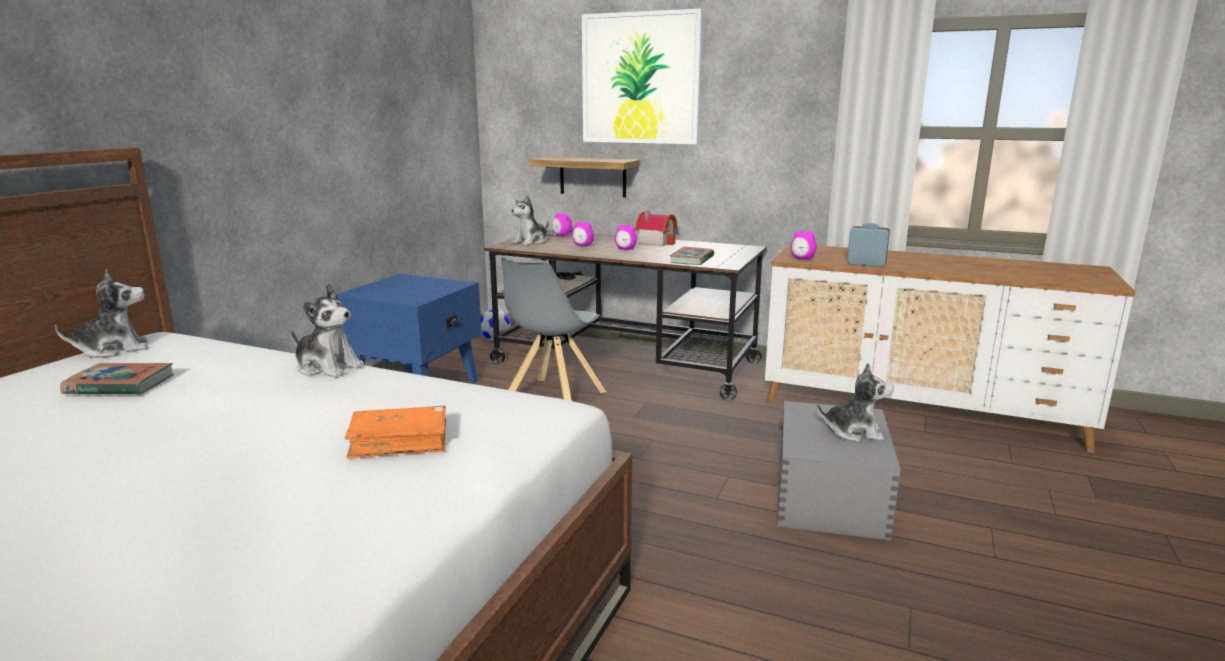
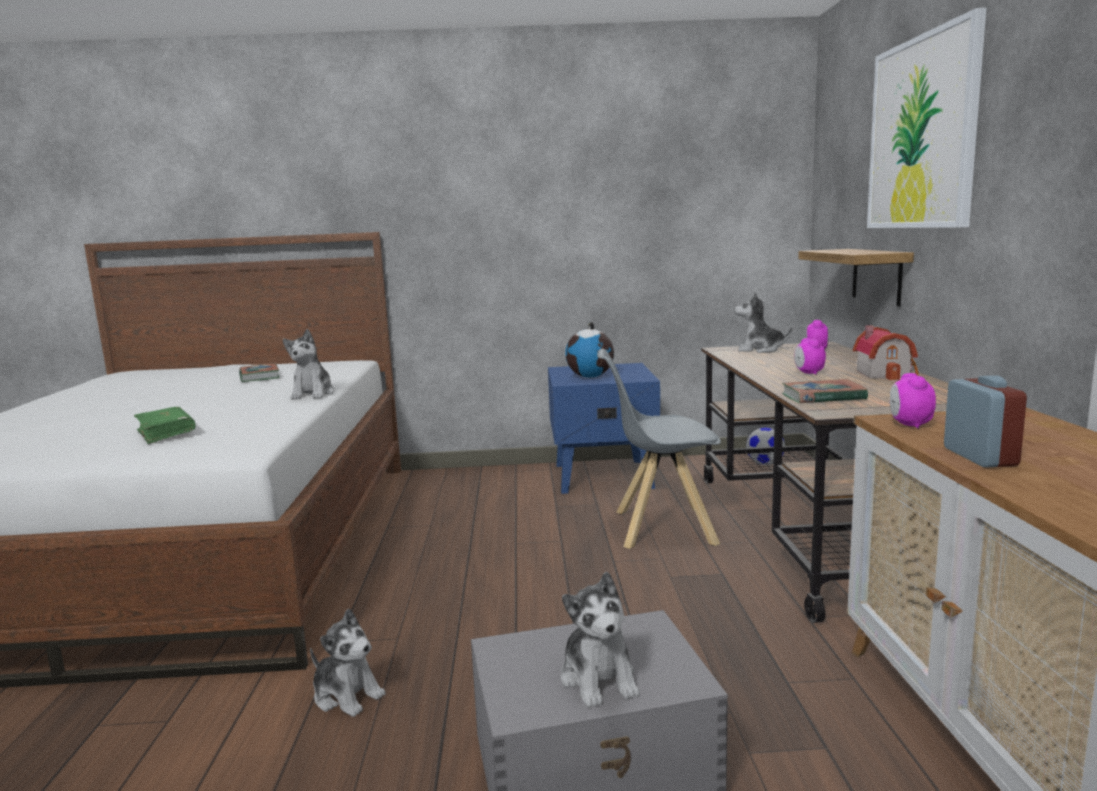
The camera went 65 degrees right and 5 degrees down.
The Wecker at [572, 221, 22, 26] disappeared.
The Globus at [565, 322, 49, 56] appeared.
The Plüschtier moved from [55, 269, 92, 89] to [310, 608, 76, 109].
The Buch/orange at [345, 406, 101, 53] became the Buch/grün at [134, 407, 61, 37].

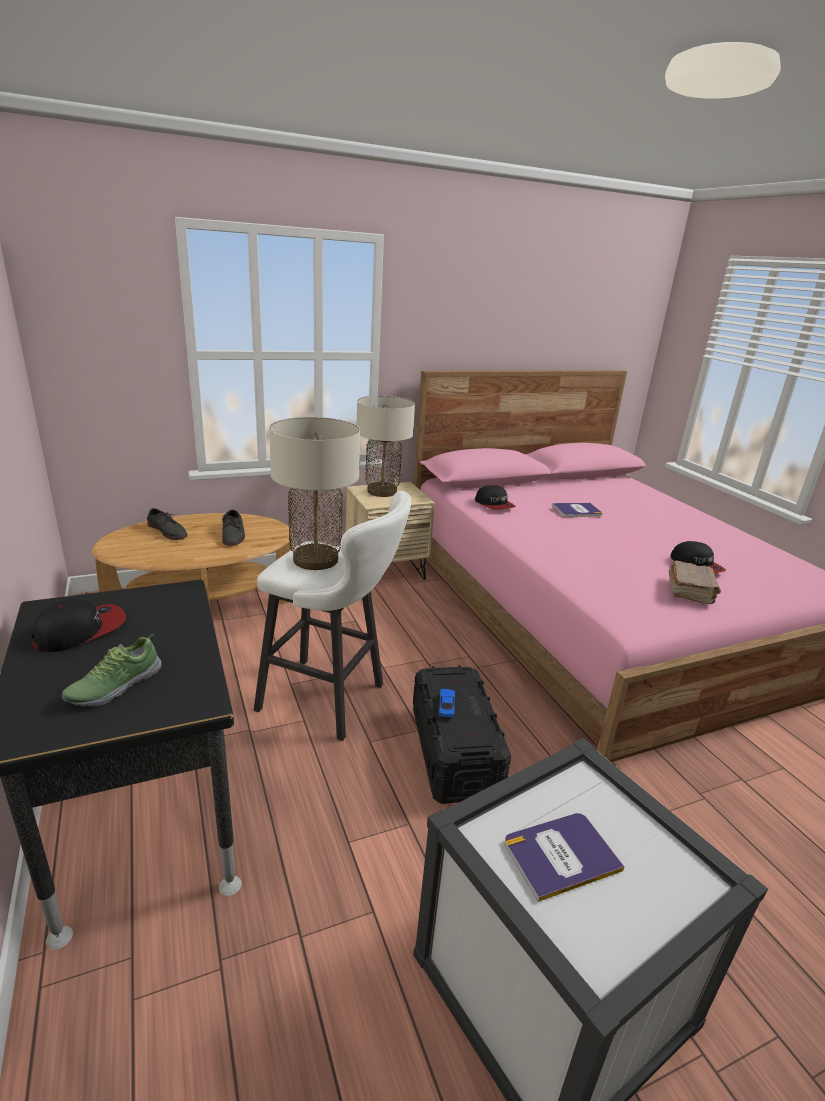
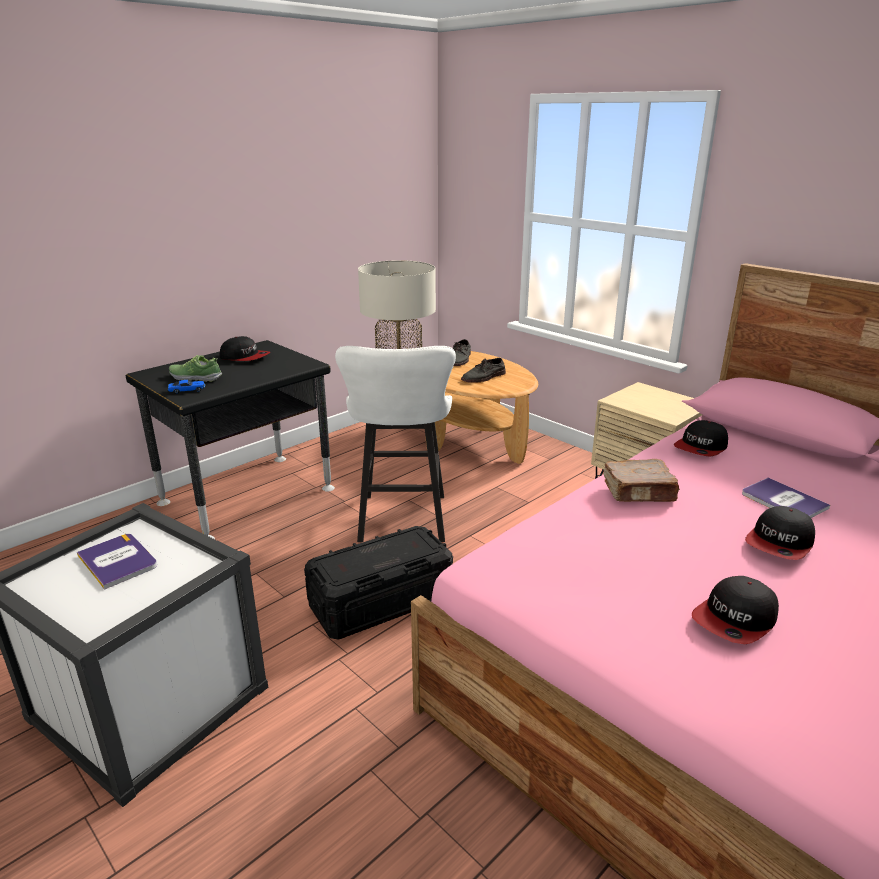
The camera went 70 degrees right and 0 degrees up.
The Tischlampe at [357, 396, 58, 101] disappeared.
The Kappe at [745, 506, 70, 54] appeared.
The Spielzeugauto moved from [439, 689, 16, 29] to [168, 380, 37, 14].
The Buch/braun moved from [669, 561, 52, 43] to [603, 459, 77, 43].

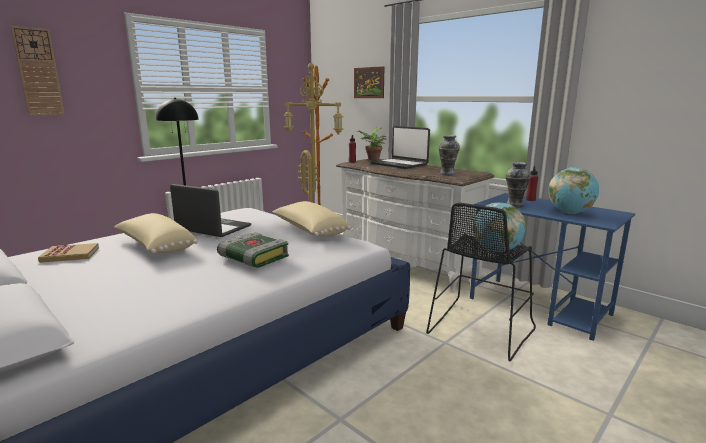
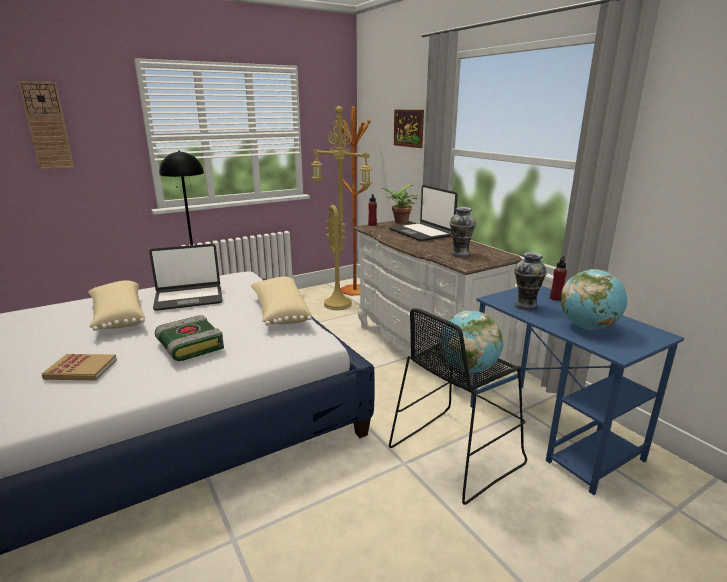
The camera went 15 degrees right and 5 degrees up.
The Buch moved from [38, 243, 61, 20] to [42, 354, 75, 26].
The Laptop at [170, 184, 81, 53] turned 120 degrees clockwise.

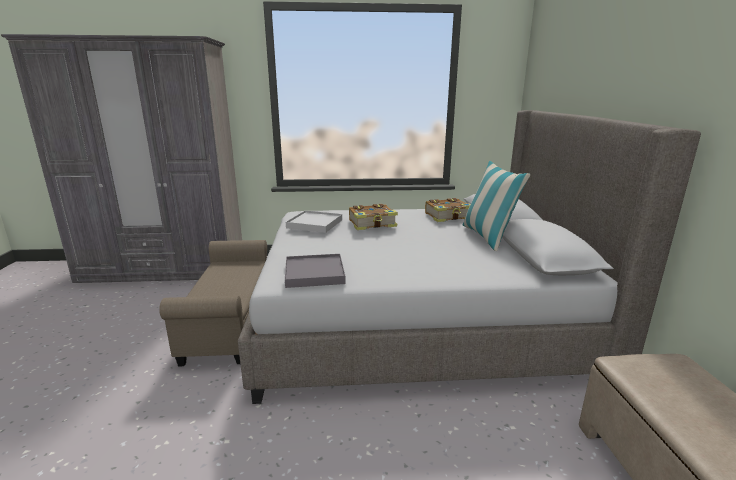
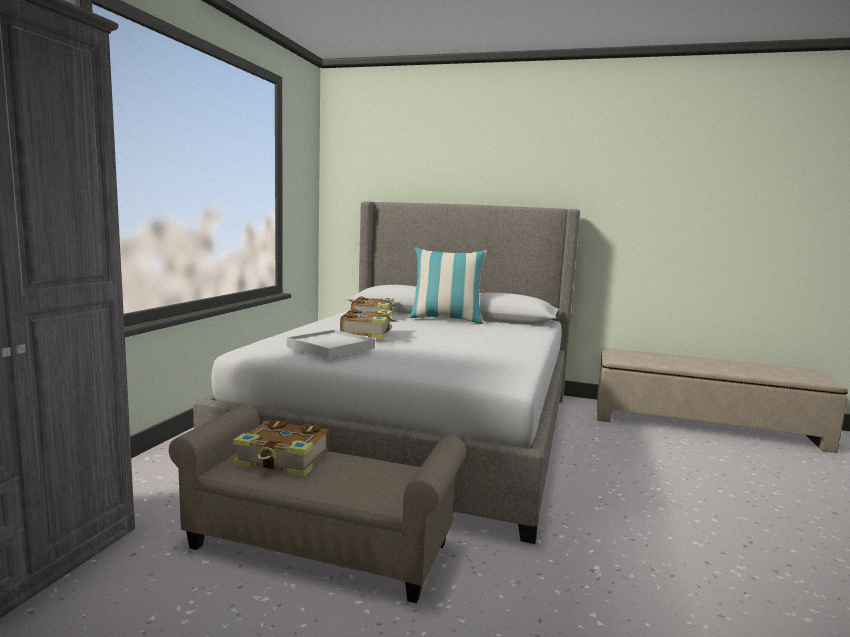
The camera went 70 degrees left and 10 degrees down.
The Tablett/grau at [285, 254, 61, 34] disappeared.
The Buch at [233, 420, 95, 56] appeared.

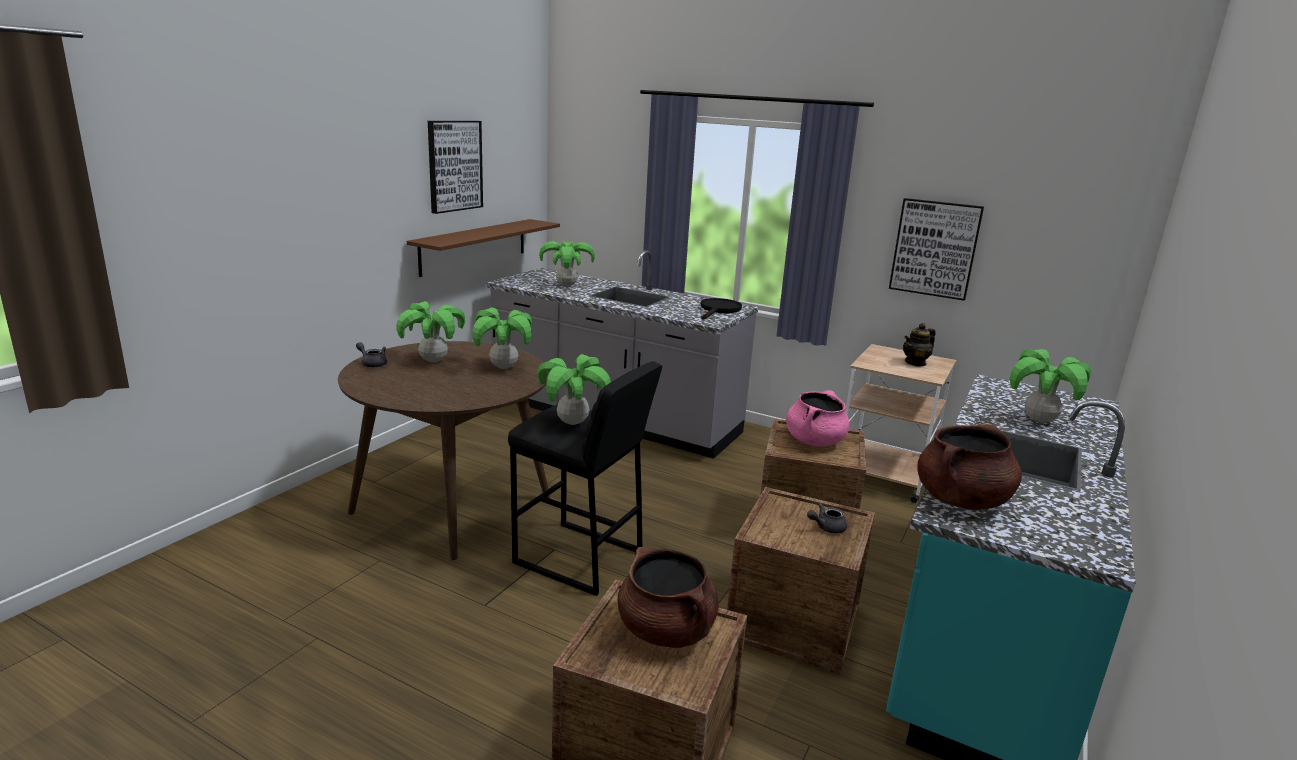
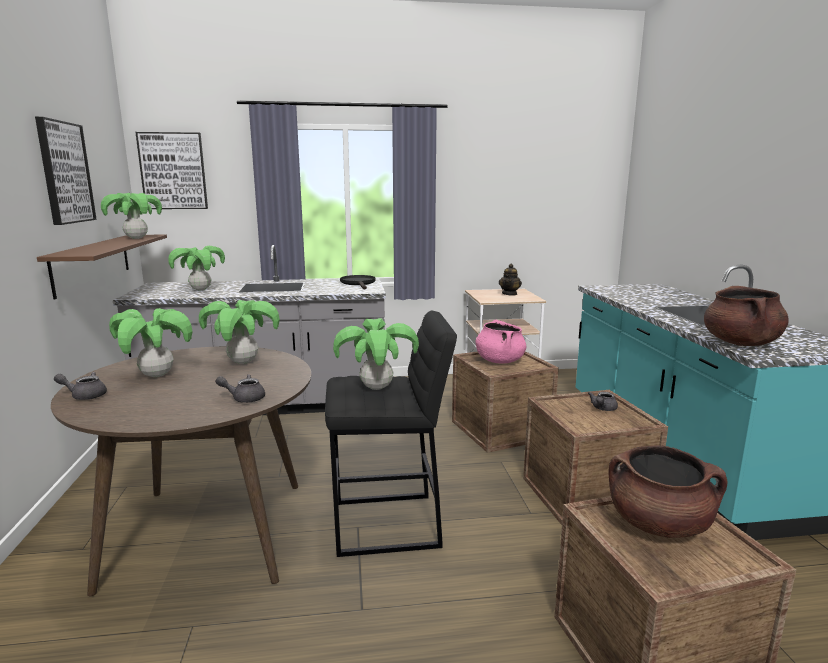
The camera went 35 degrees left and 5 degrees down.
The Teekanne/grau at [215, 374, 50, 29] appeared.
The Bild moved from [889, 198, 95, 103] to [135, 132, 73, 77].
The Topfpflanze moved from [1010, 349, 81, 74] to [101, 193, 61, 46].

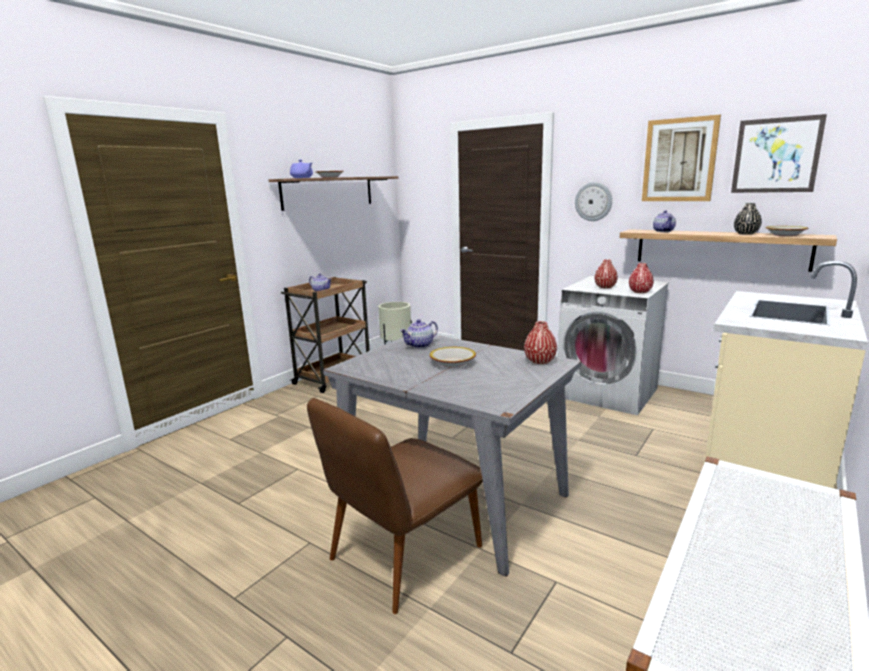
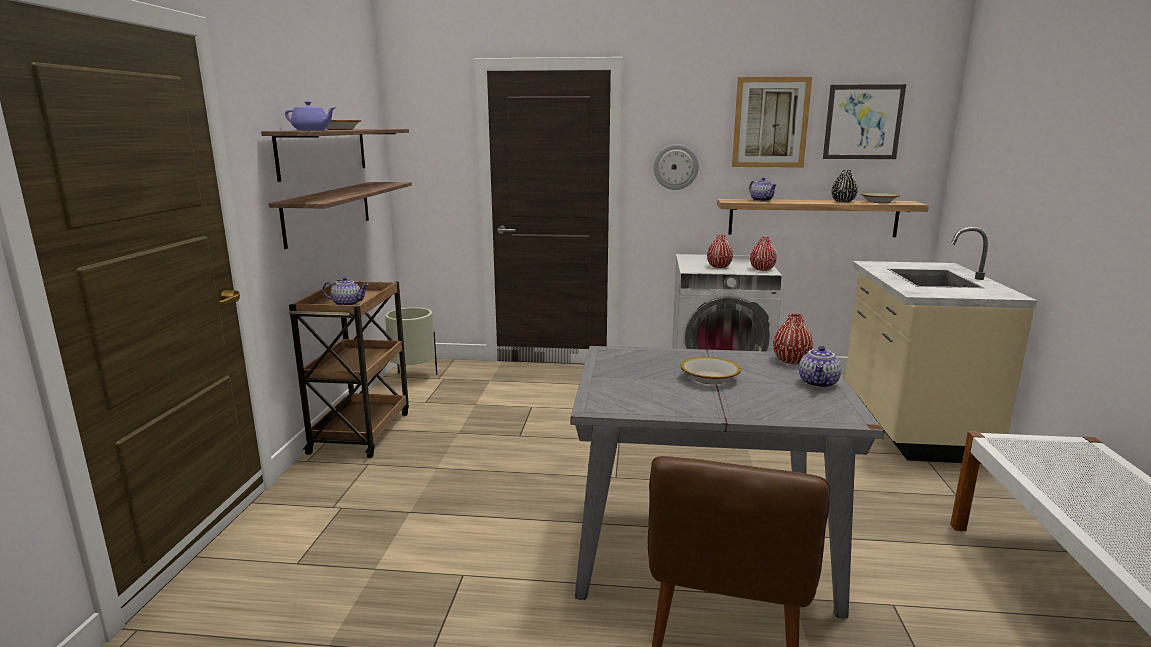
The camera went 30 degrees left and 0 degrees up.
The Wandregal at [269, 182, 143, 67] appeared.
The Teekanne moved from [400, 319, 38, 29] to [799, 346, 42, 42].

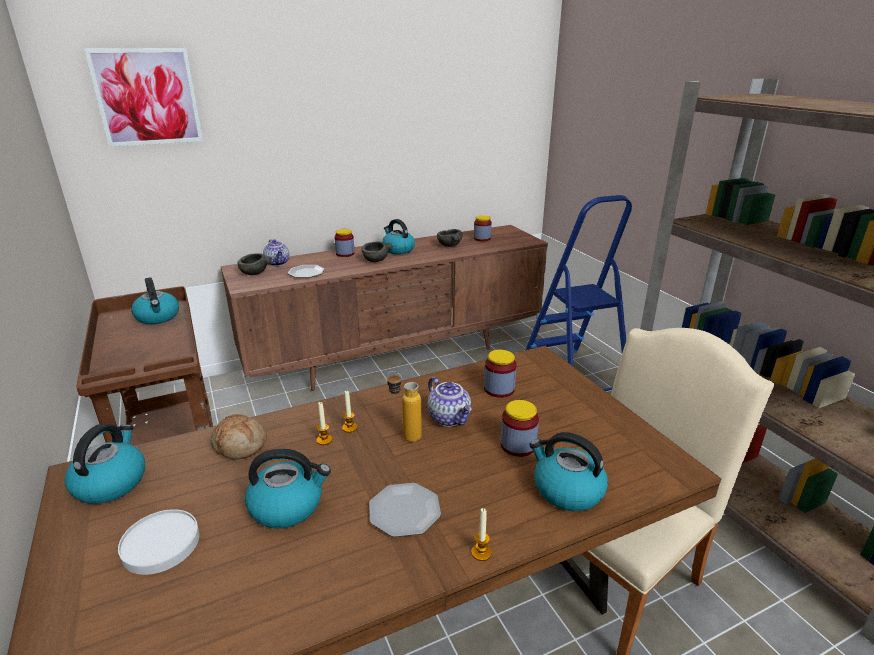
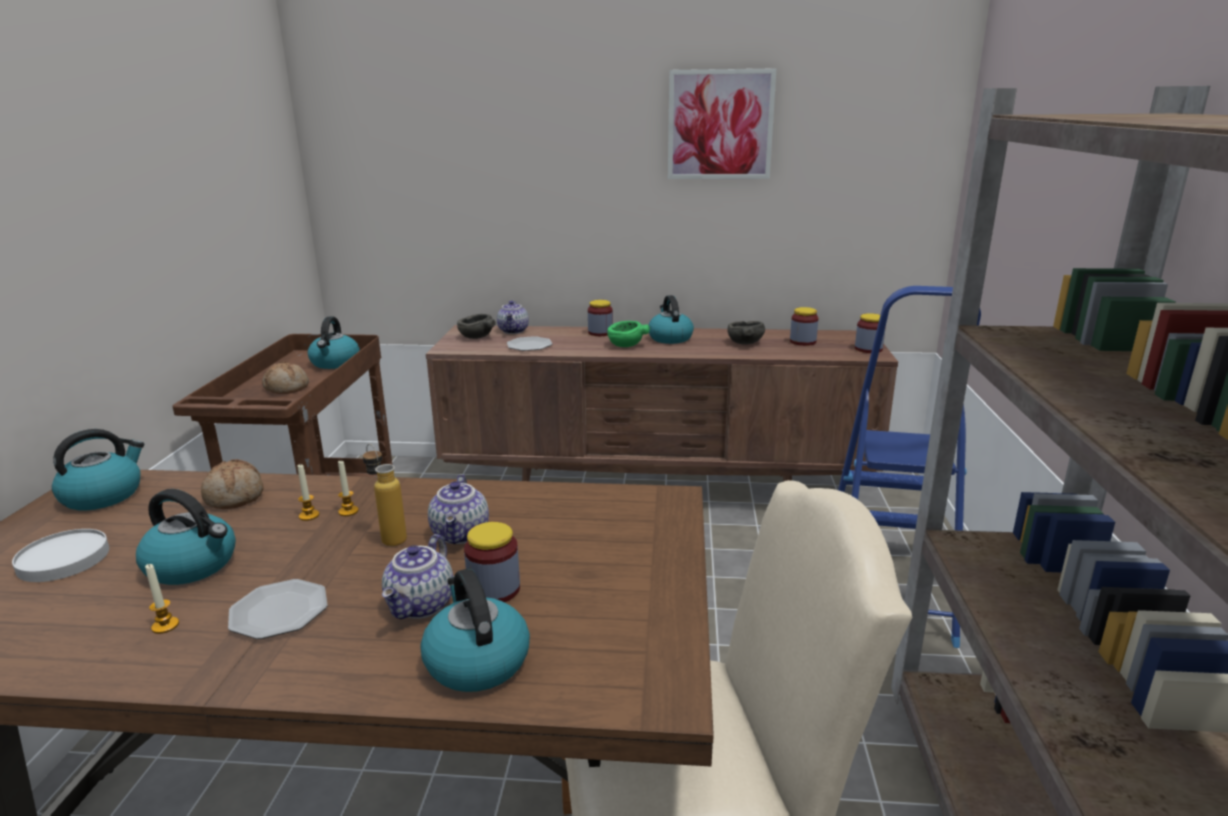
The camera went 30 degrees right and 5 degrees down.
The Brot at [262, 361, 47, 33] appeared.
The Teekanne at [382, 534, 71, 85] appeared.
The Bild moved from [84, 48, 119, 99] to [668, 68, 108, 111].
The Kerze moved from [471, 508, 20, 53] to [145, 563, 34, 71].
The Vorratsglas moved from [484, 349, 33, 49] to [855, 313, 31, 40].
The Schüssel/grau at [361, 242, 32, 20] became the Schüssel/grün at [607, 321, 43, 26].

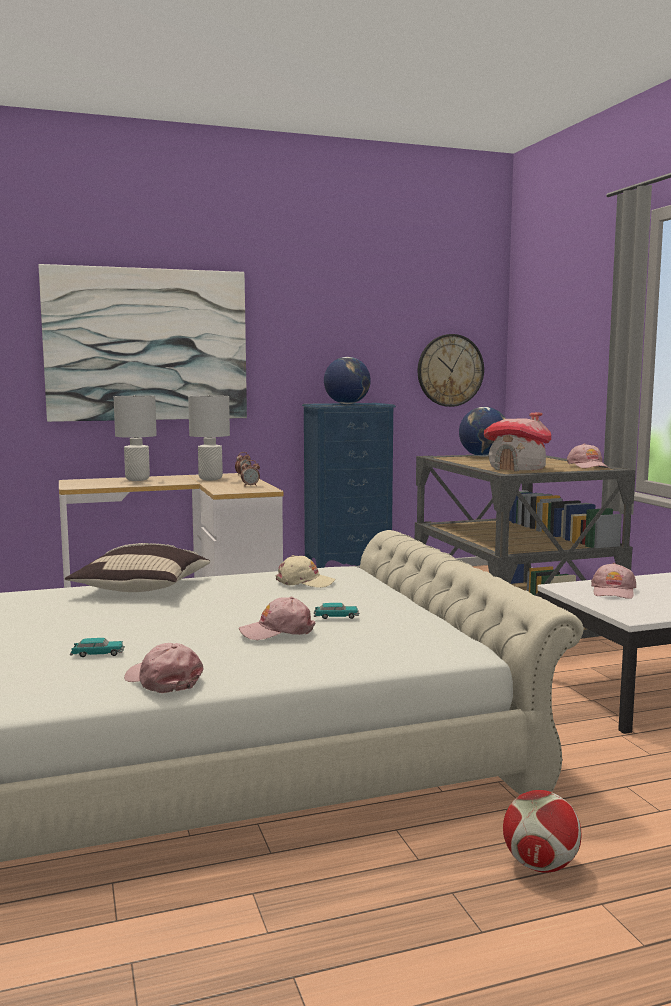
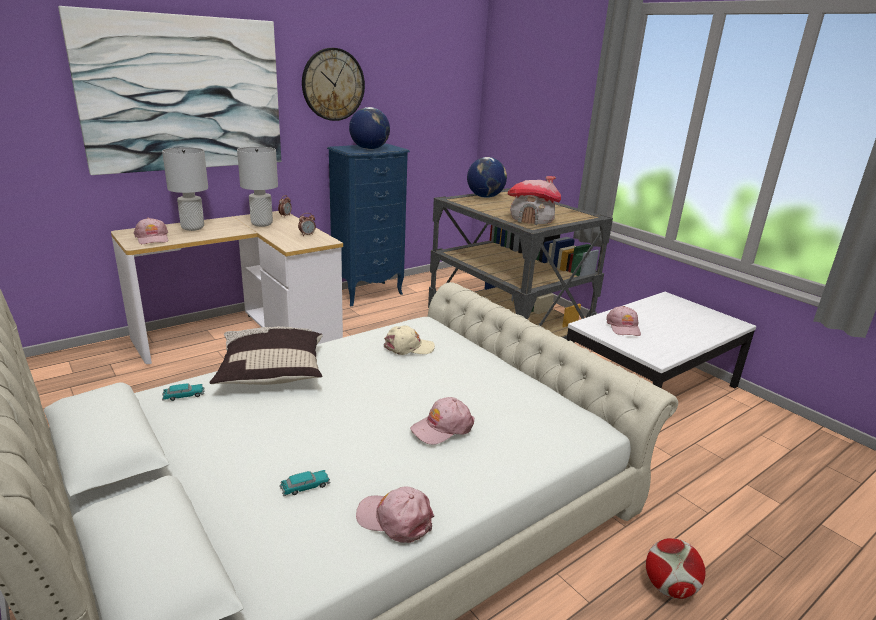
The camera went 20 degrees left and 15 degrees up.
The Spielzeugauto moved from [313, 603, 46, 16] to [162, 383, 43, 18].
The Wanduhr moved from [418, 334, 66, 73] to [302, 48, 63, 73].
The Kappe/rosa moved from [567, 443, 42, 25] to [134, 218, 34, 26].

